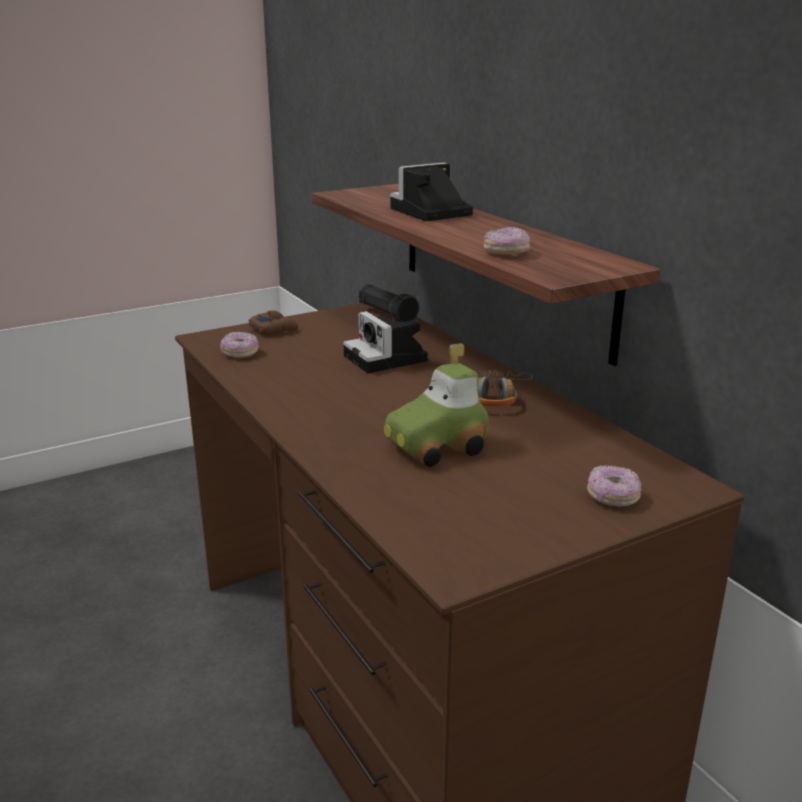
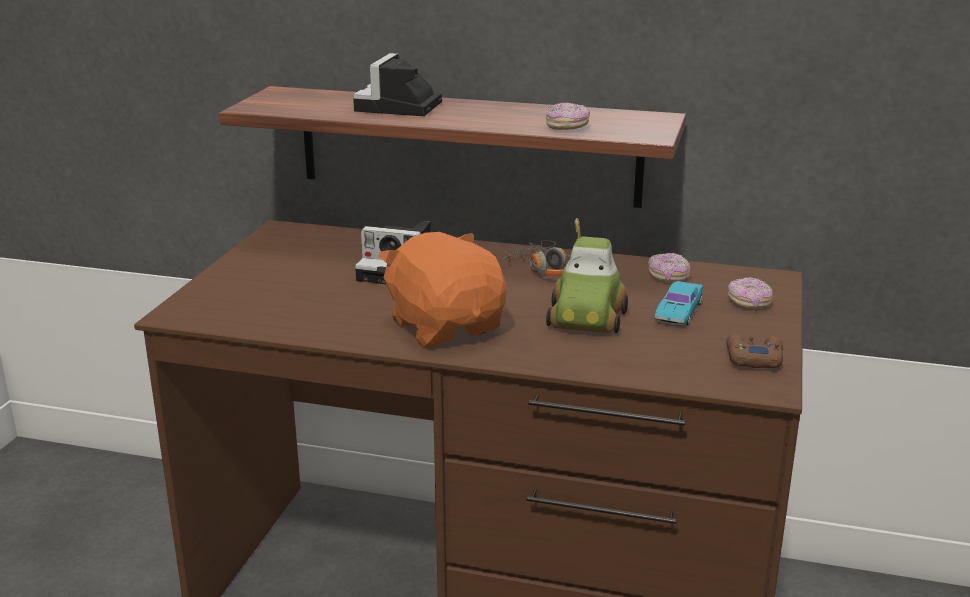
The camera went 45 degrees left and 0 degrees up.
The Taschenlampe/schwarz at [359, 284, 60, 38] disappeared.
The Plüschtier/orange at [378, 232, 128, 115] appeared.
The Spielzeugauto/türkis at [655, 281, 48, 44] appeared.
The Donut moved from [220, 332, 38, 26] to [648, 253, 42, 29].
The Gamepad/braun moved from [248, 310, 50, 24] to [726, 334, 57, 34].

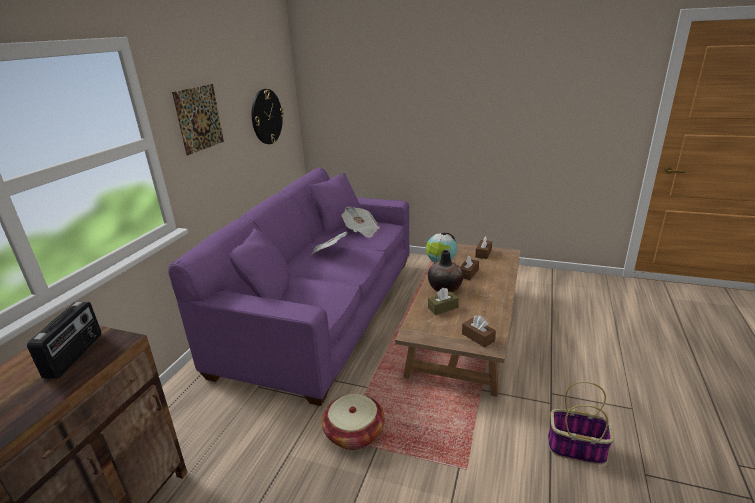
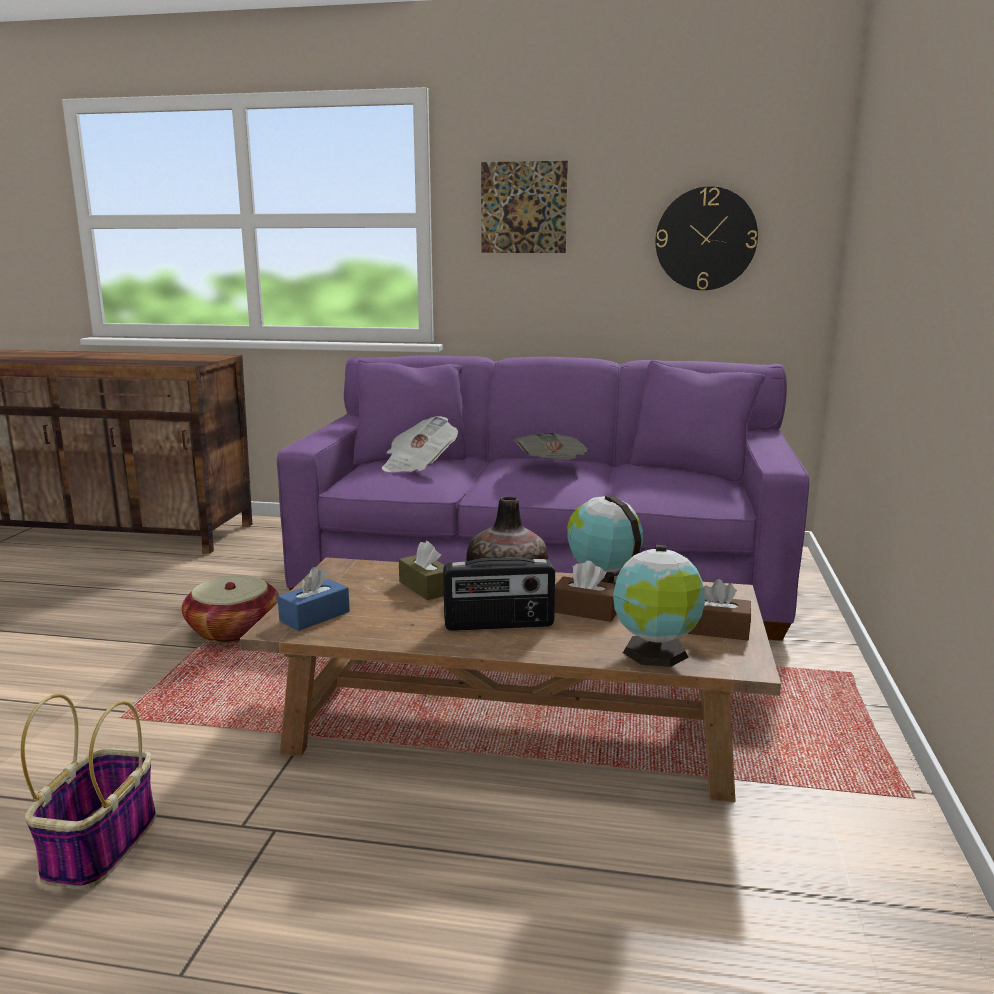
The camera went 80 degrees right and 10 degrees down.
The Globus at [613, 545, 92, 122] appeared.
The Radio moved from [27, 302, 74, 77] to [443, 557, 112, 74].
The Zeitung moved from [342, 207, 38, 31] to [382, 416, 76, 56].
The Taschentuchbox/braun at [462, 315, 34, 33] became the Taschentuchbox/blau at [278, 567, 72, 64].

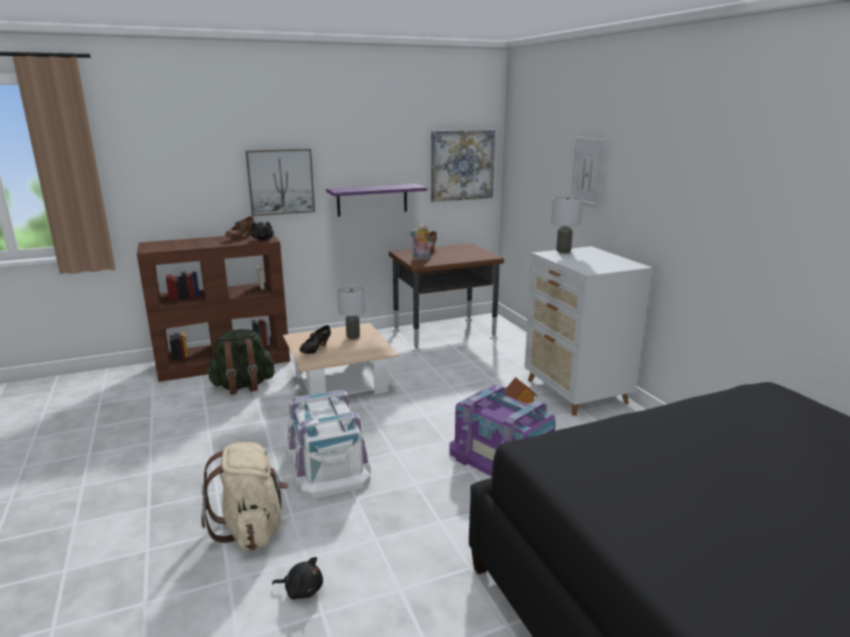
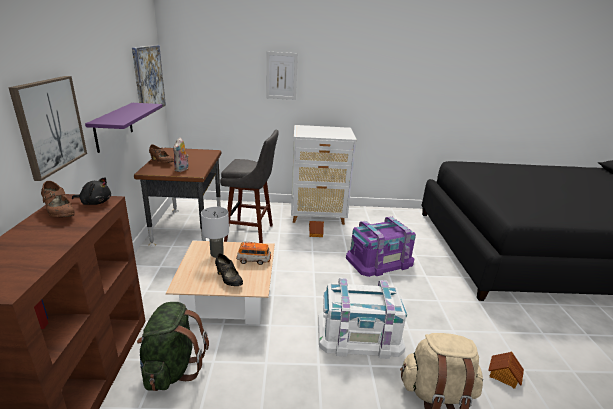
The camera went 70 degrees left and 5 degrees up.
The Tischlampe/weiß at [551, 196, 32, 57] disappeared.
The Hocker/grau at [220, 130, 59, 113] appeared.
The Spielzeugauto at [236, 241, 35, 24] appeared.
The Plüschtier/schwarz at [272, 557, 51, 43] was replaced by the Spielzeughaus at [488, 352, 36, 37].

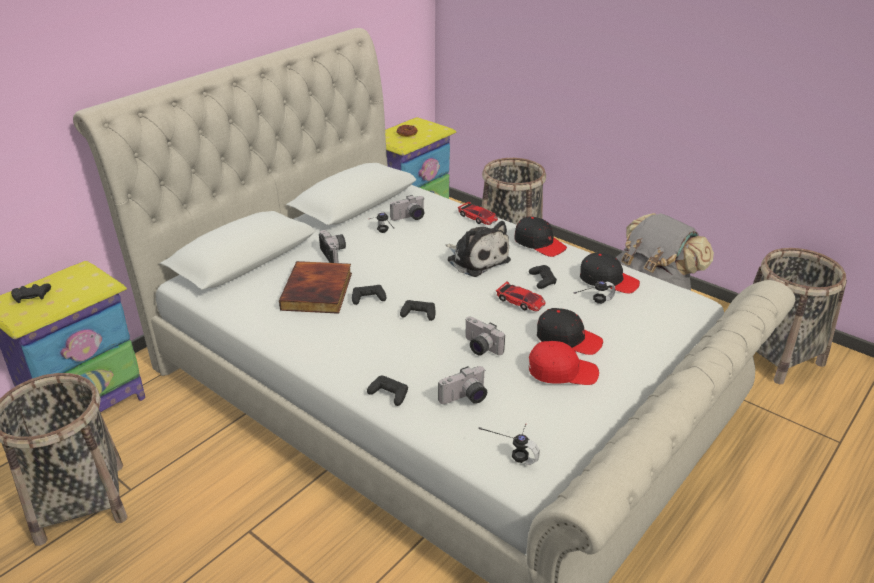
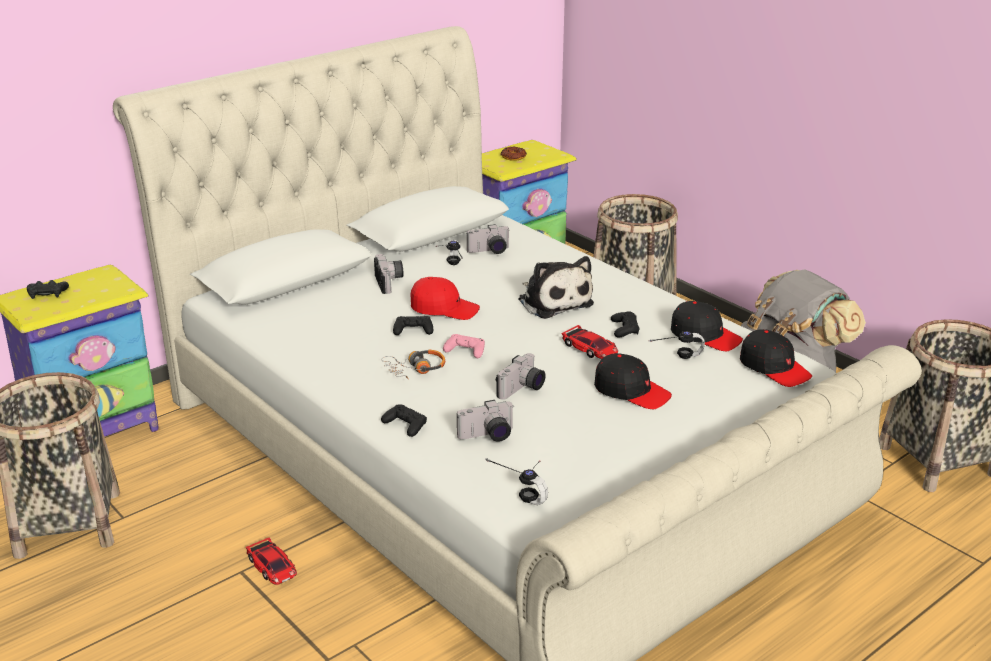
The camera went 10 degrees right and 5 degrees down.
The Buch at [279, 261, 73, 53] disappeared.
The Kopfhörer at [381, 350, 64, 29] appeared.
The Spielzeugauto moved from [457, 202, 41, 23] to [245, 537, 52, 48].
The Kappe/schwarz moved from [514, 216, 53, 41] to [740, 329, 72, 58].
The Kappe/rot moved from [529, 341, 70, 44] to [411, 277, 69, 43].
The Gamepad/schwarz at [400, 300, 35, 21] became the Gamepad/rosa at [443, 334, 42, 24].
The Kamera at [465, 317, 40, 39] turned 105 degrees counterclockwise.

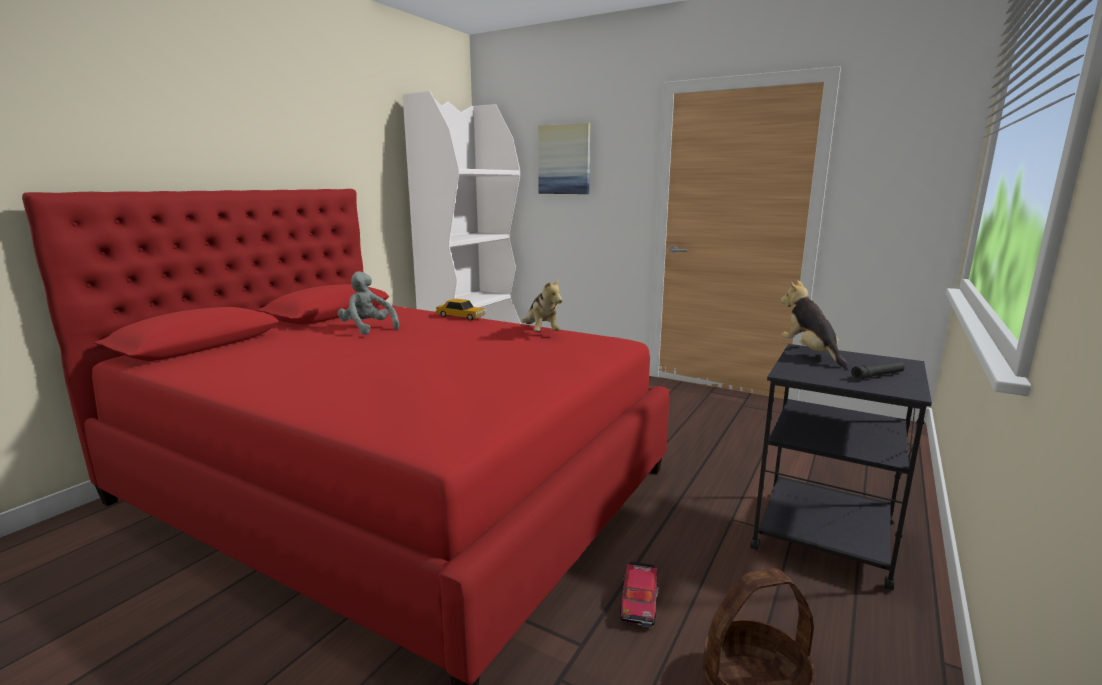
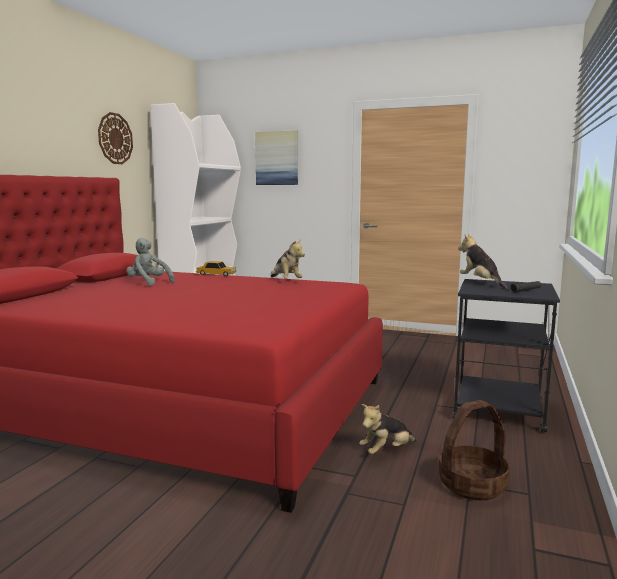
The camera went 10 degrees left and 5 degrees down.
The Wanduhr at [98, 112, 35, 52] appeared.
The Spielzeugauto at [620, 562, 39, 65] was replaced by the Plüschtier at [359, 404, 57, 50].

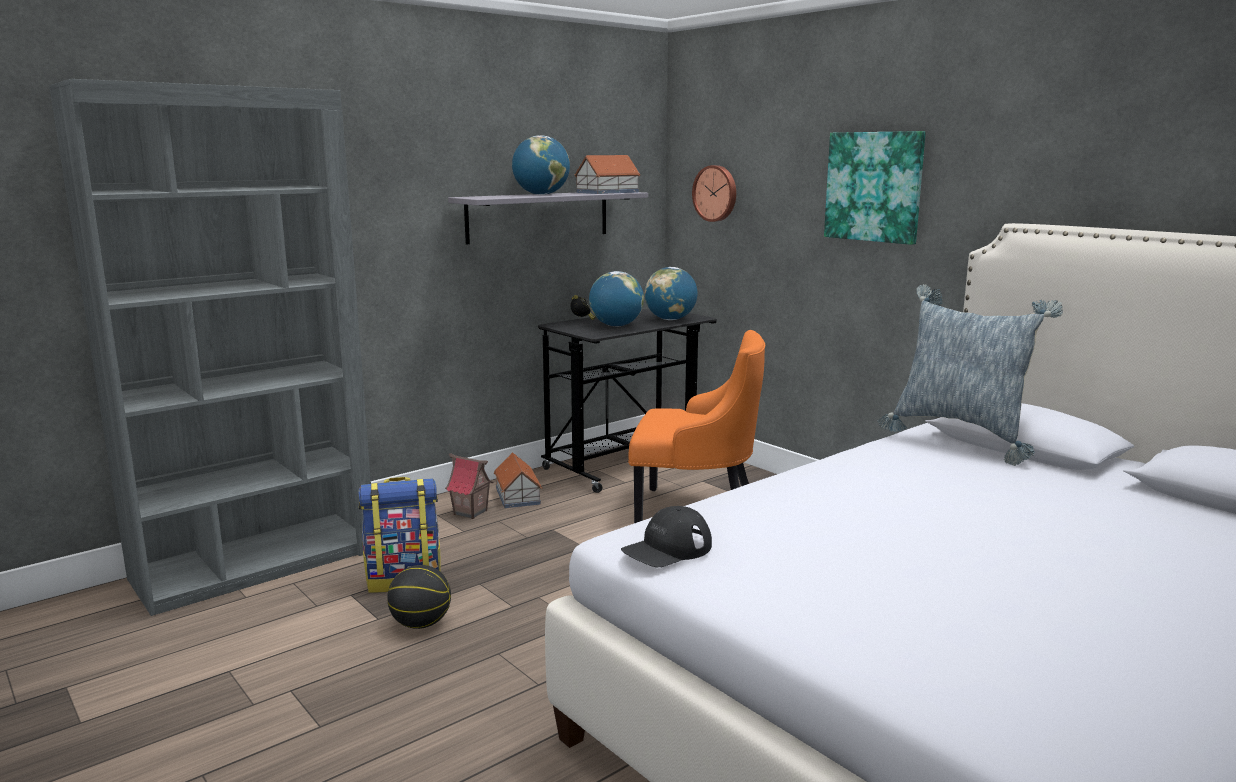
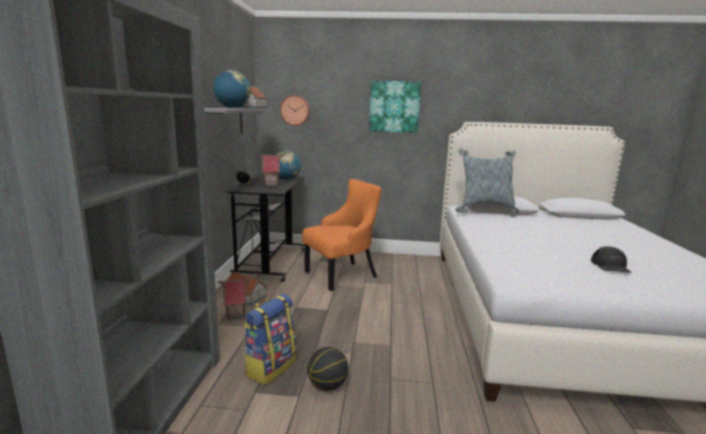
The camera went 45 degrees left and 0 degrees up.
The Kappe/schwarz moved from [621, 506, 91, 61] to [591, 246, 41, 27].
The Globus at [589, 271, 55, 55] was replaced by the Spielzeughaus at [258, 154, 26, 33].

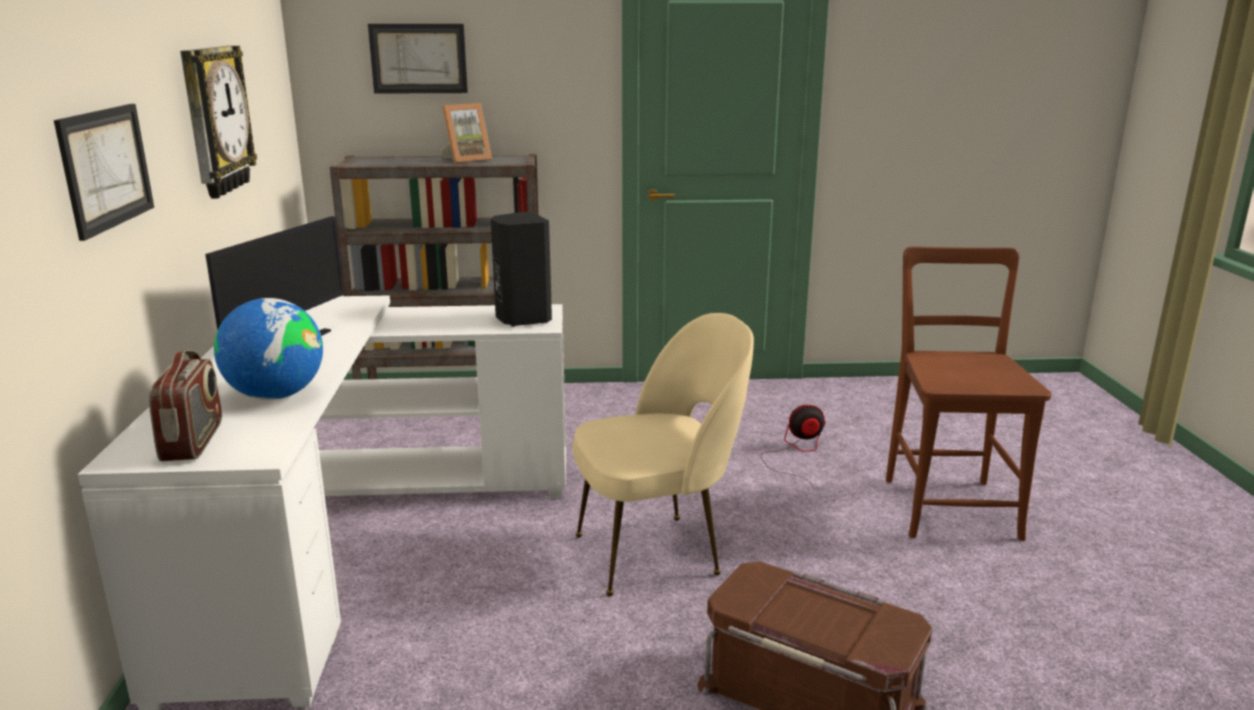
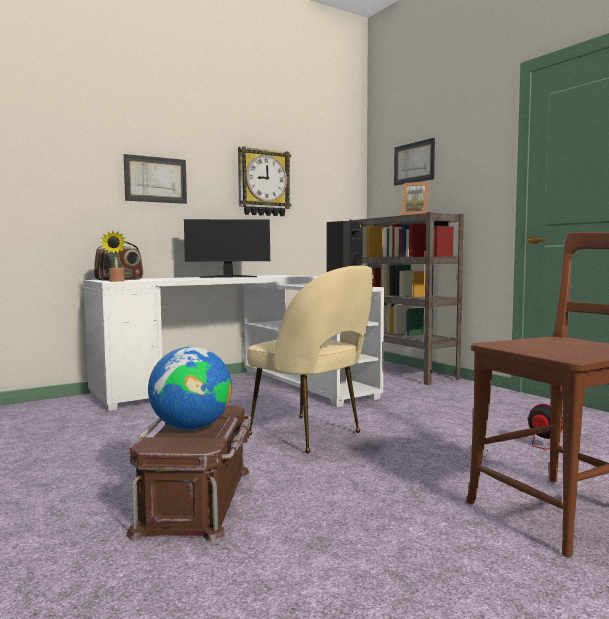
The camera went 60 degrees right and 15 degrees down.
The Topfpflanze at [100, 231, 26, 51] appeared.
The Globus moved from [214, 298, 109, 102] to [148, 347, 84, 83].

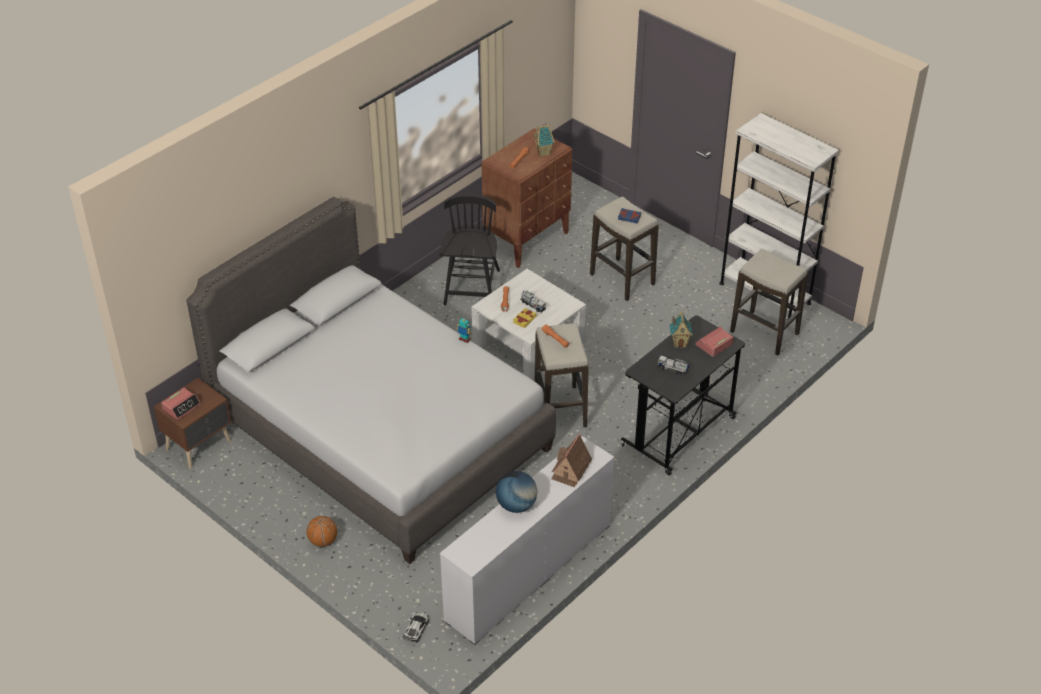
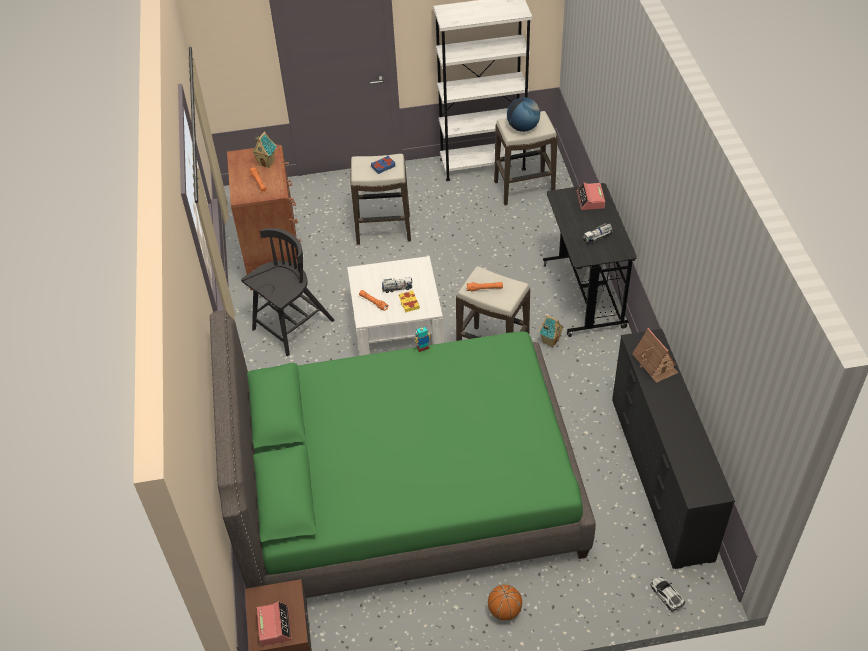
The camera went 50 degrees left and 5 degrees up.
The Globus moved from [496, 471, 41, 42] to [507, 97, 33, 35].
The Spielzeughaus moved from [669, 311, 24, 37] to [539, 315, 25, 33].
The Bett/grau at [186, 197, 370, 367] became the Bett/grün at [210, 310, 386, 288].
The Kommode/weiß at [440, 436, 174, 209] became the Kommode/schwarz at [612, 329, 123, 240].
The Stuhl/schwarz at [439, 194, 61, 111] turned 90 degrees clockwise.

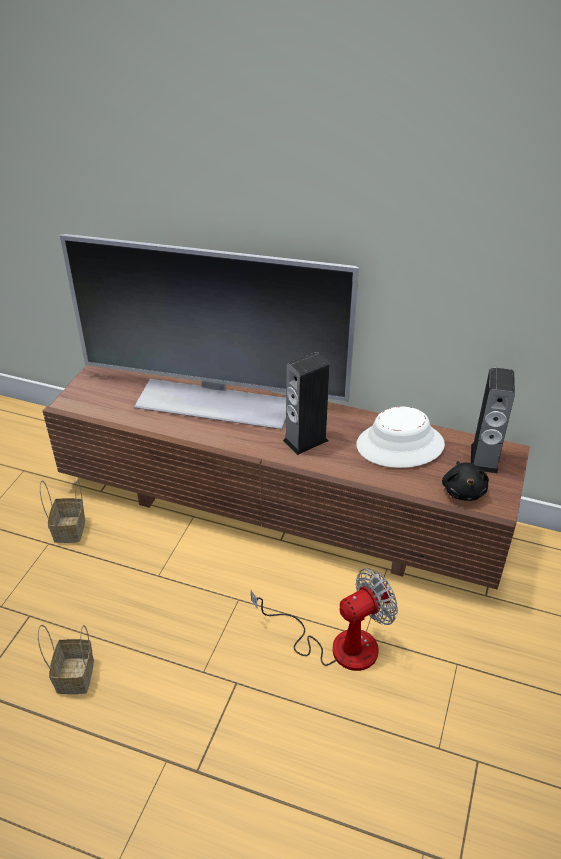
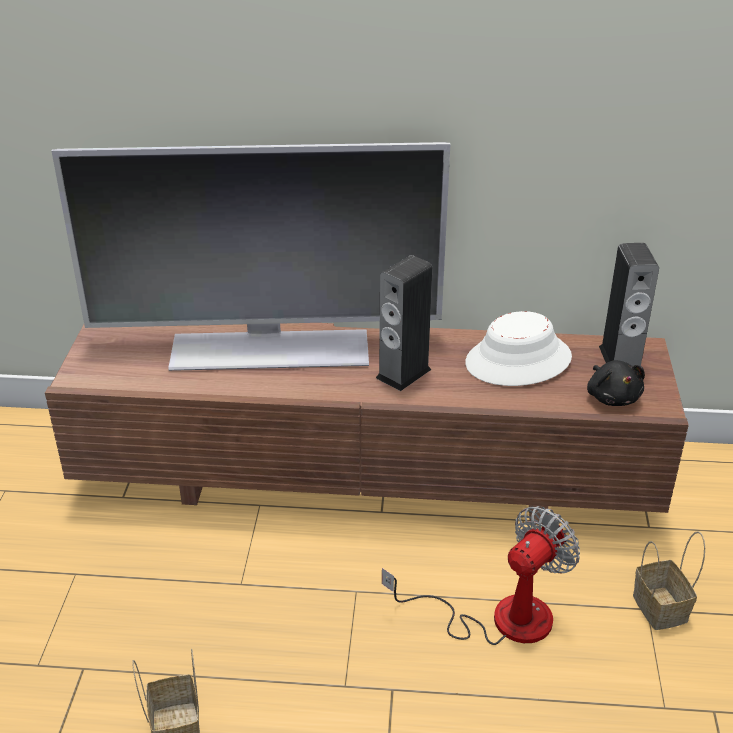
The camera went 15 degrees left and 5 degrees down.
The Korb moved from [40, 480, 45, 63] to [633, 531, 72, 99].

